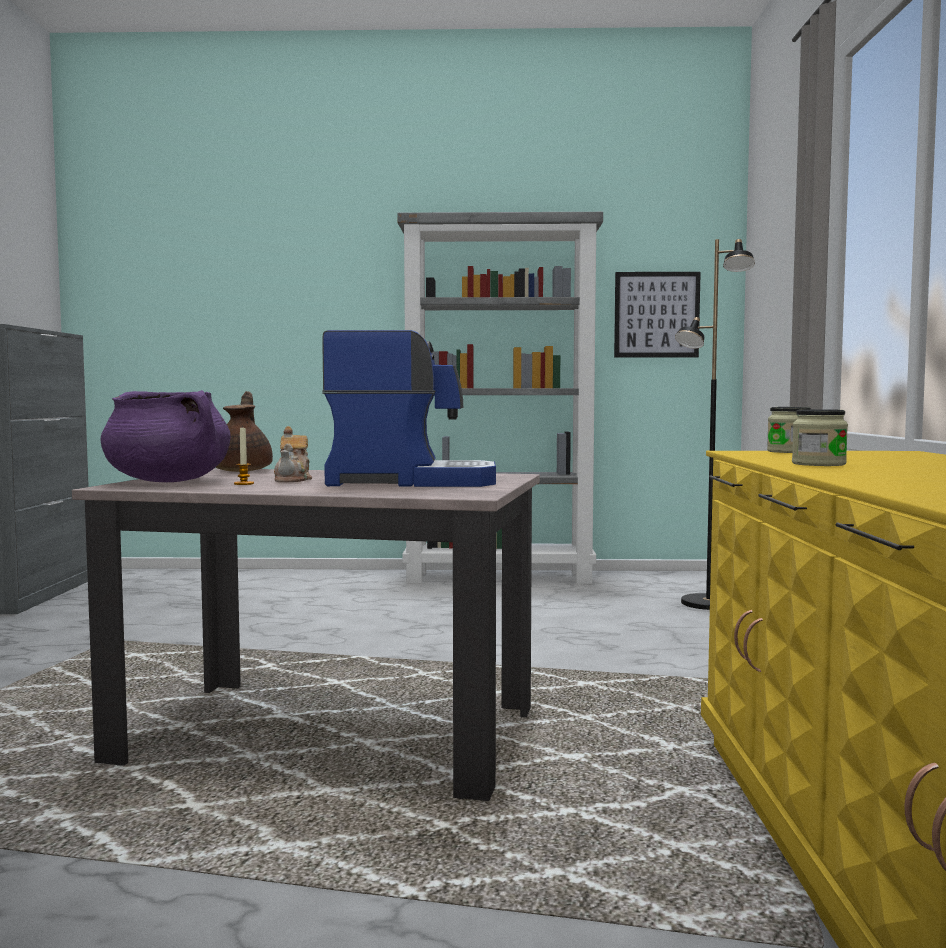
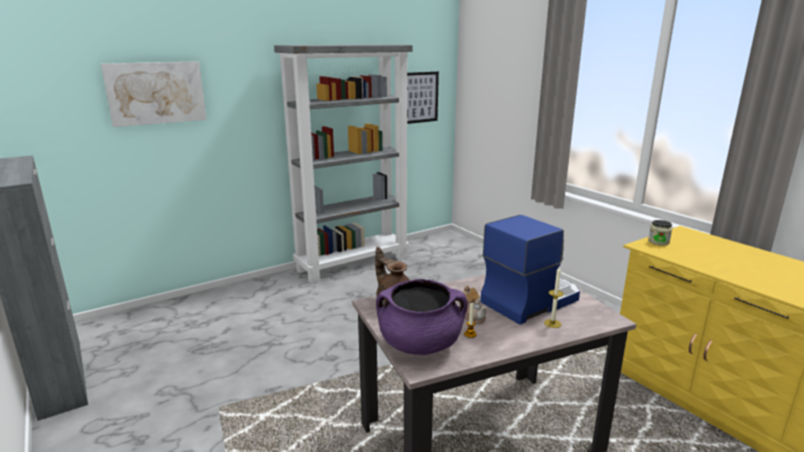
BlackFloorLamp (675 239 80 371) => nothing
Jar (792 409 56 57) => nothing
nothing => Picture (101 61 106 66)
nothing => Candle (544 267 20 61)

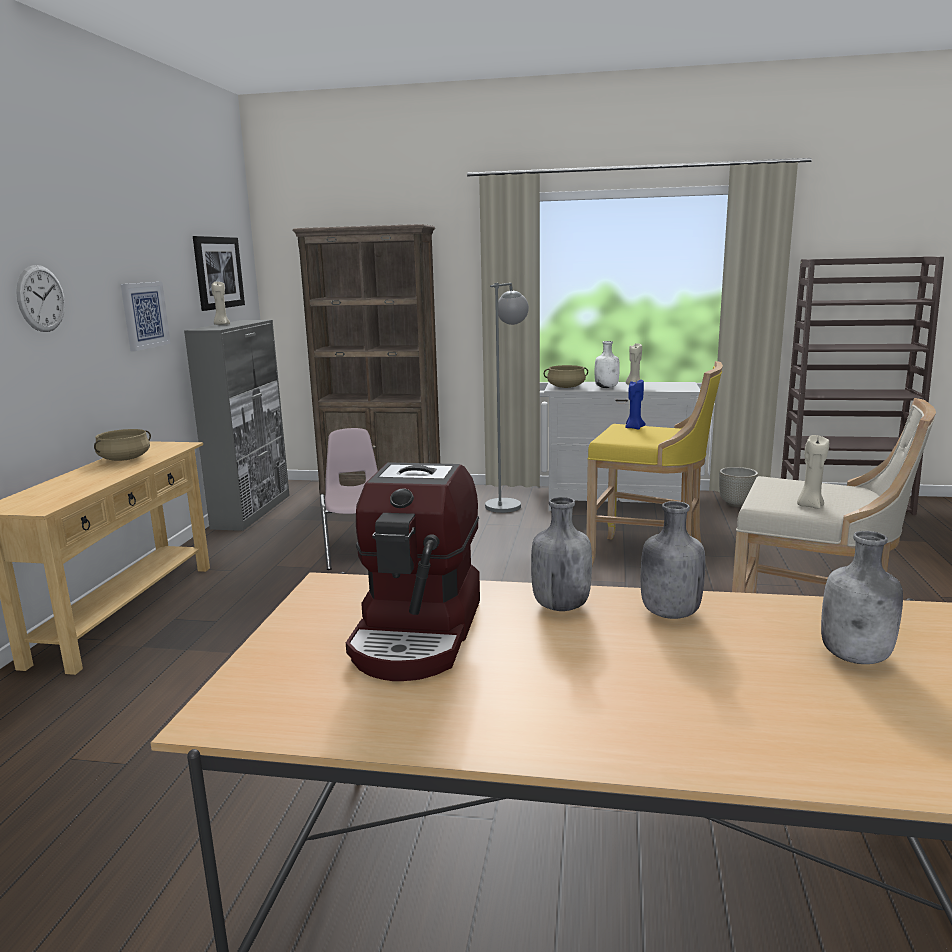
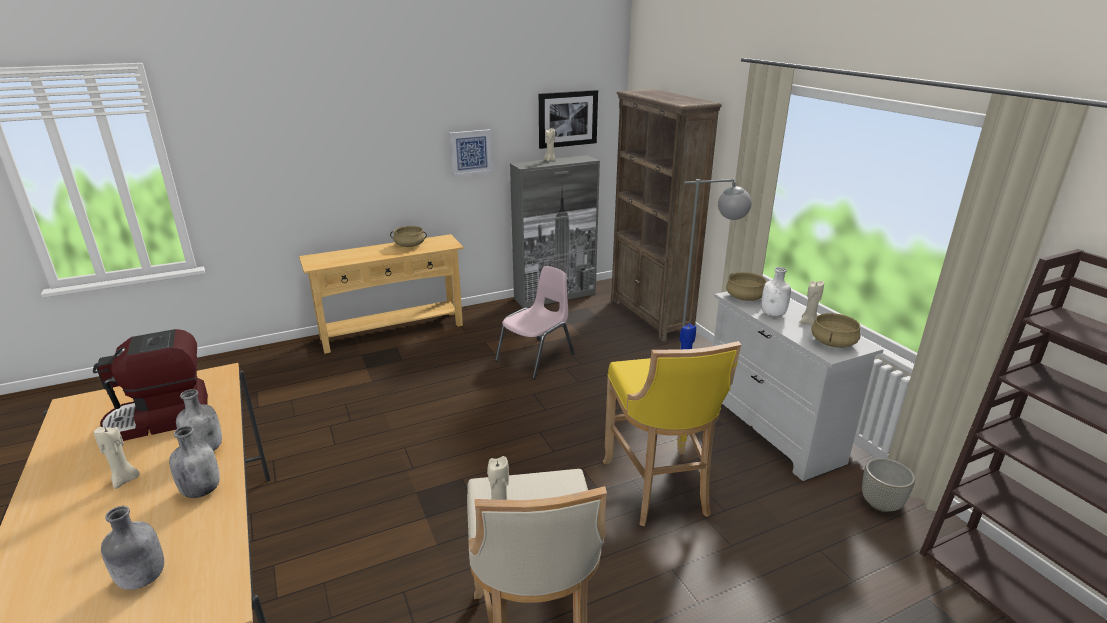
WallClock (16 265 49 67) => nothing
nothing => BeigeCandle (94 426 46 63)
nothing => BeigeCookingPot (812 313 48 35)

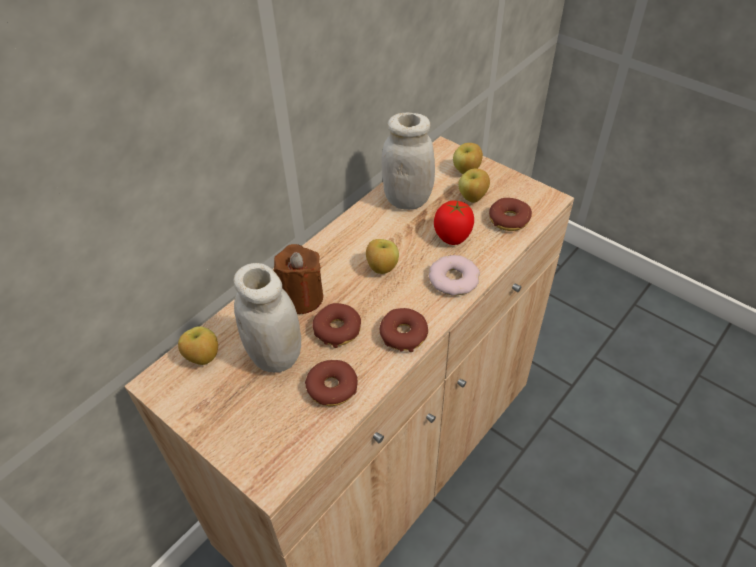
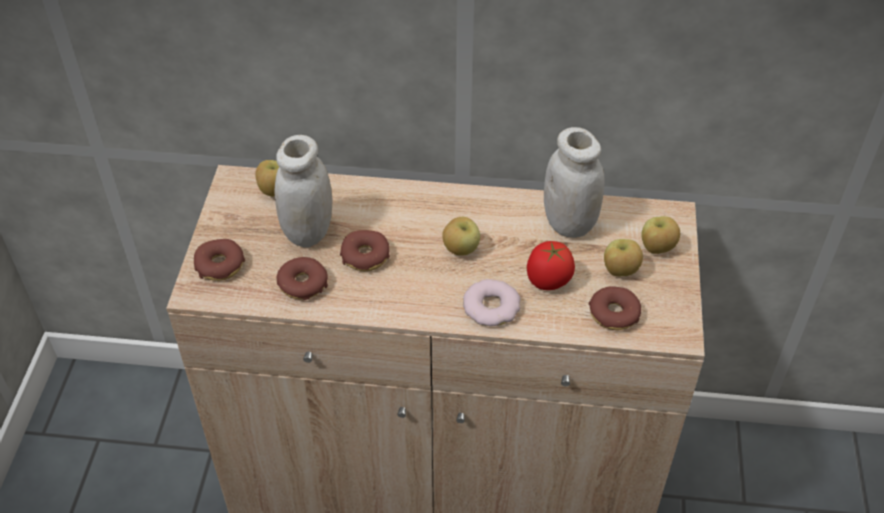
BrownCandle (273 244 50 70) => nothing
Donut (380 308 48 44) => Donut (194 239 51 42), move

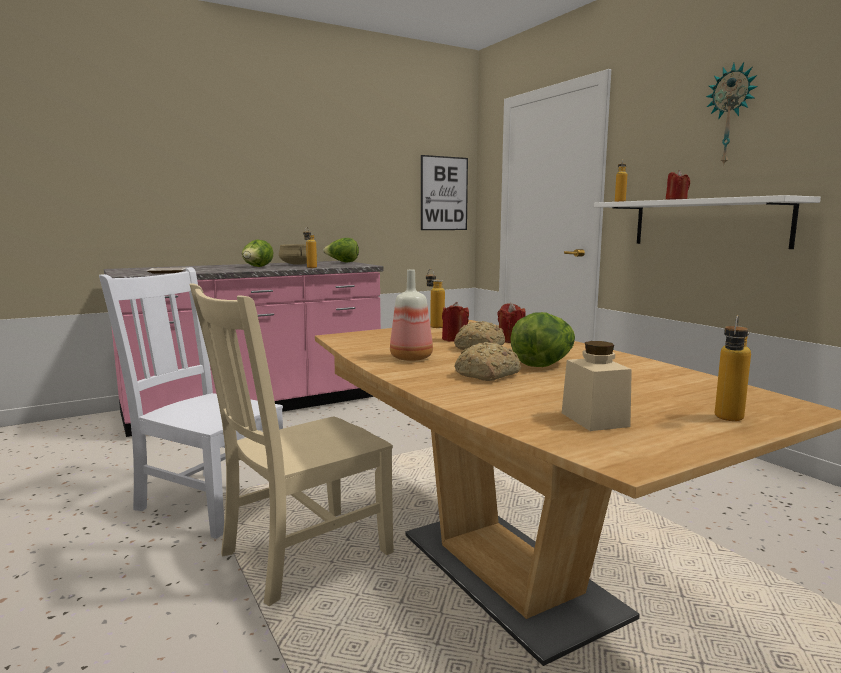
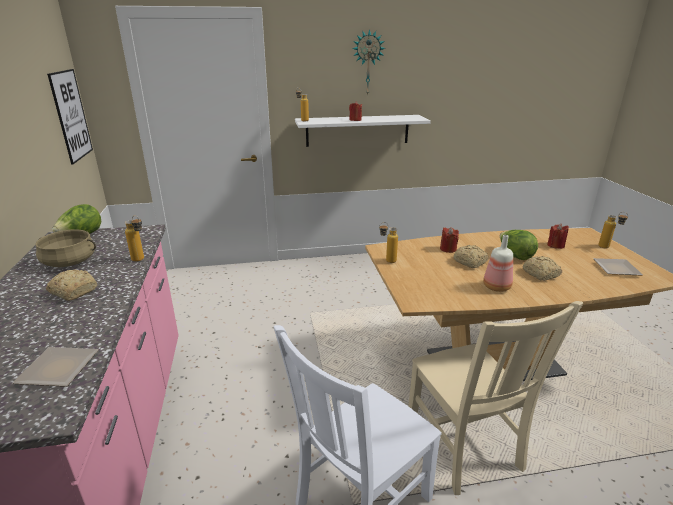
Lettuce (242 239 31 28) => Bread (46 269 51 32)
RedCandle (442 302 27 40) => RedCandle (547 223 22 26), move
BeigeJar (562 341 70 90) => Plate (593 258 50 18)

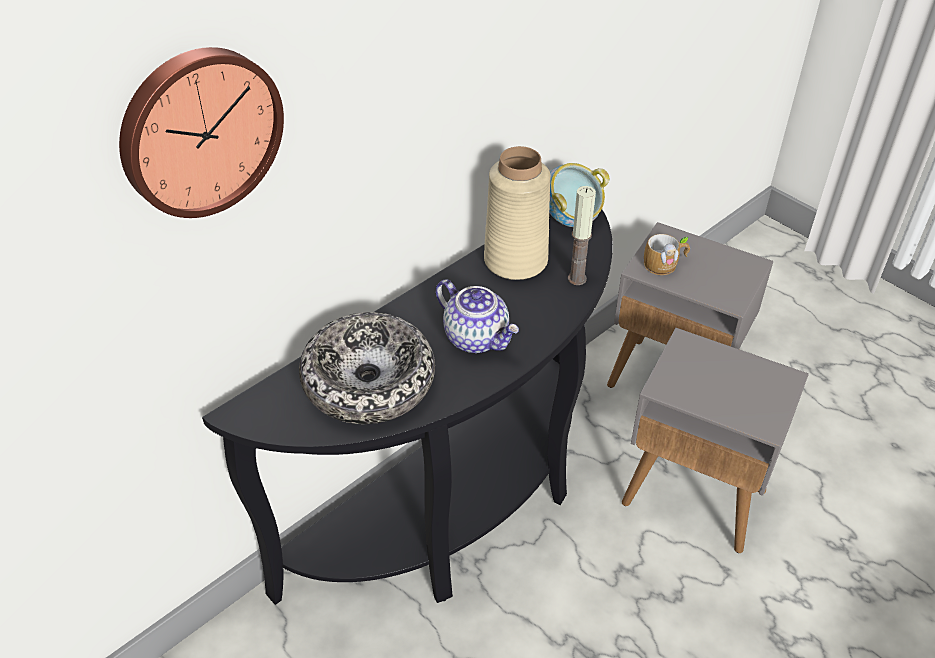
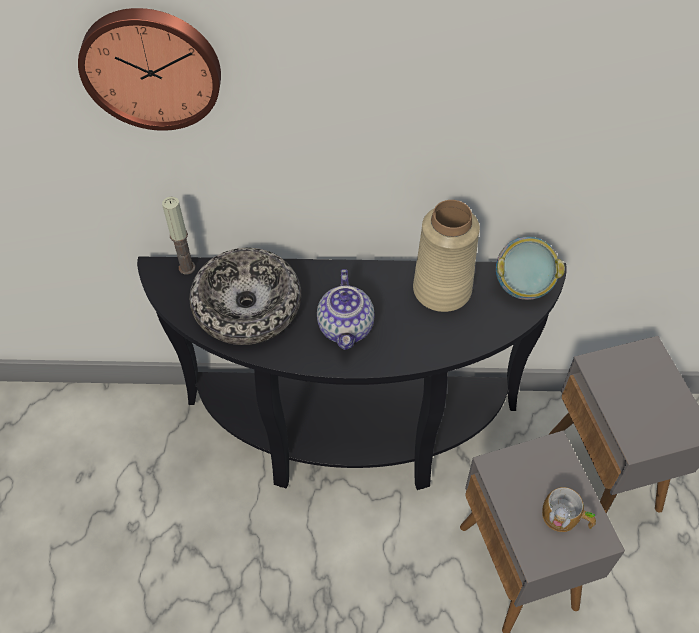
Candle (568 186 28 99) => Candle (162 197 33 77), move
Mug (644 234 46 41) => Mug (542 487 54 45), move

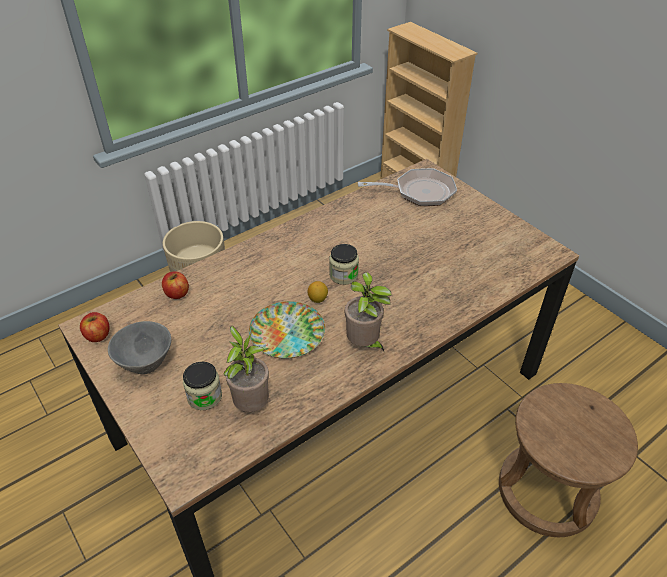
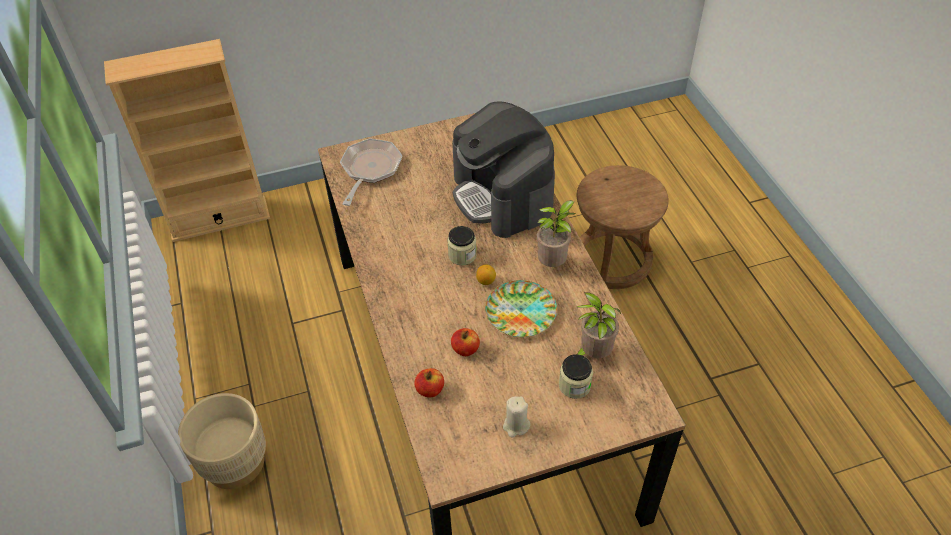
Apple (80 312 30 30) => Apple (451 328 29 28), move
GreyBowl (108 321 63 53) => BeigeCandle (503 396 27 42)
nothing => CoffeeMachine (452 102 103 136)

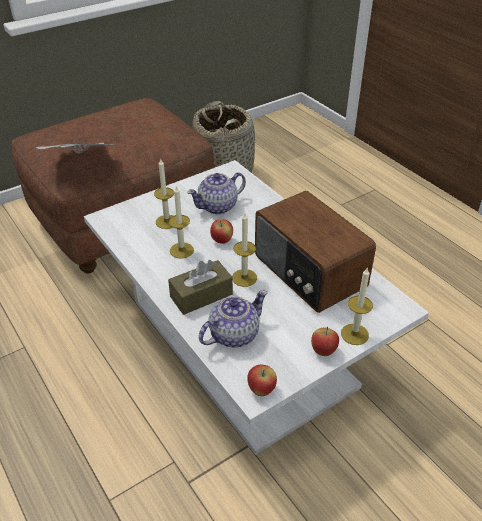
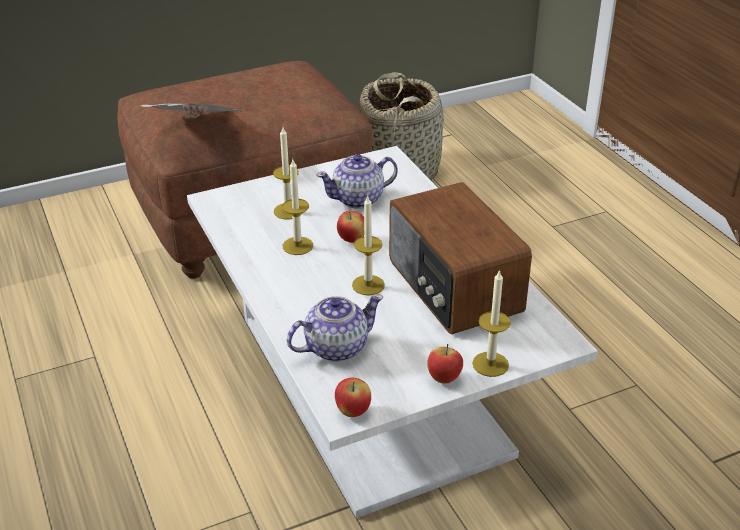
BrownTissueBox (168 260 65 55) => nothing

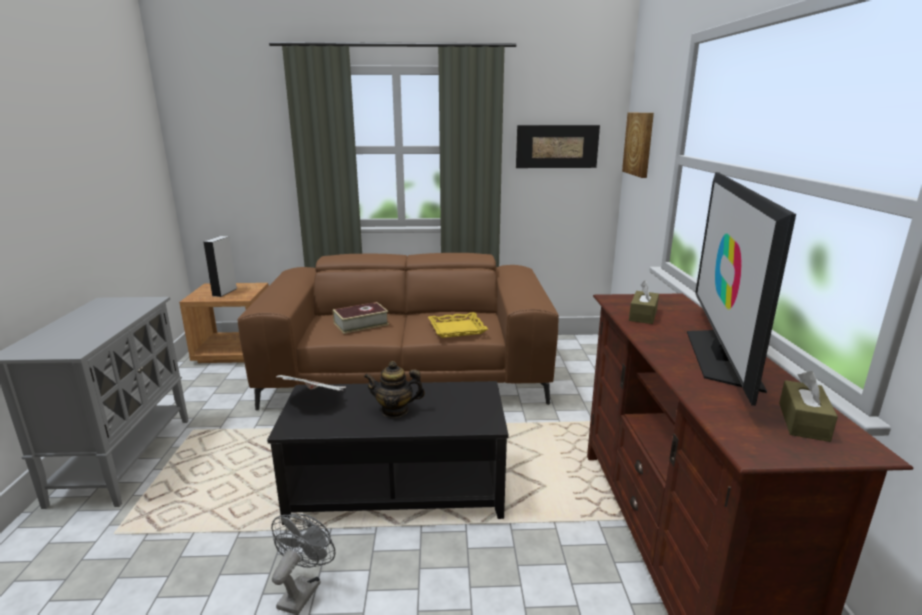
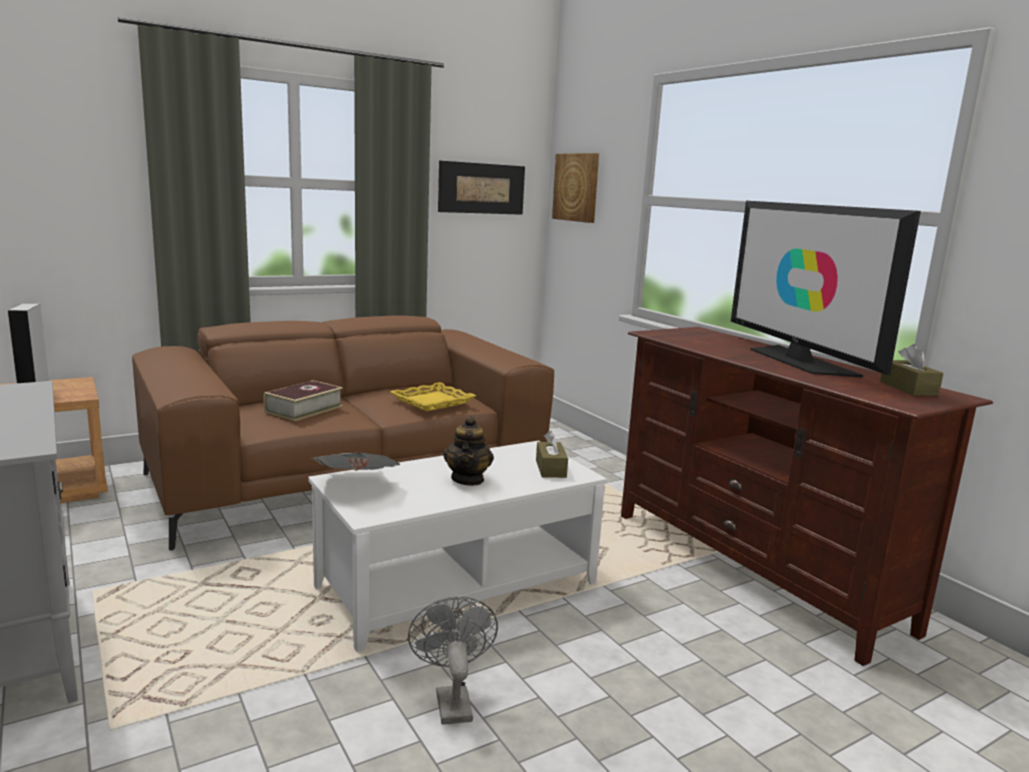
BlackCoffeeTable (267 381 241 144) => WhiteCoffeeTable (308 441 299 211)
Teapot (364 361 61 57) => Teapot (443 416 51 70), 60 degrees counterclockwise
BrownTissueBox (629 280 30 44) => BrownTissueBox (536 431 32 47), move

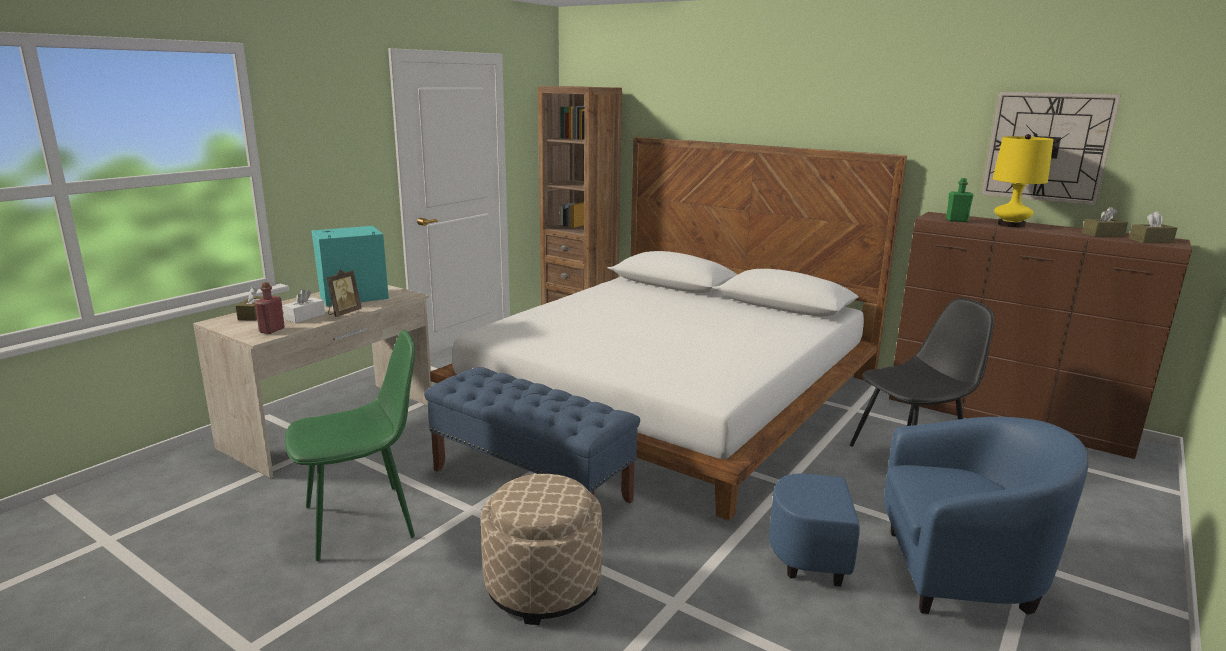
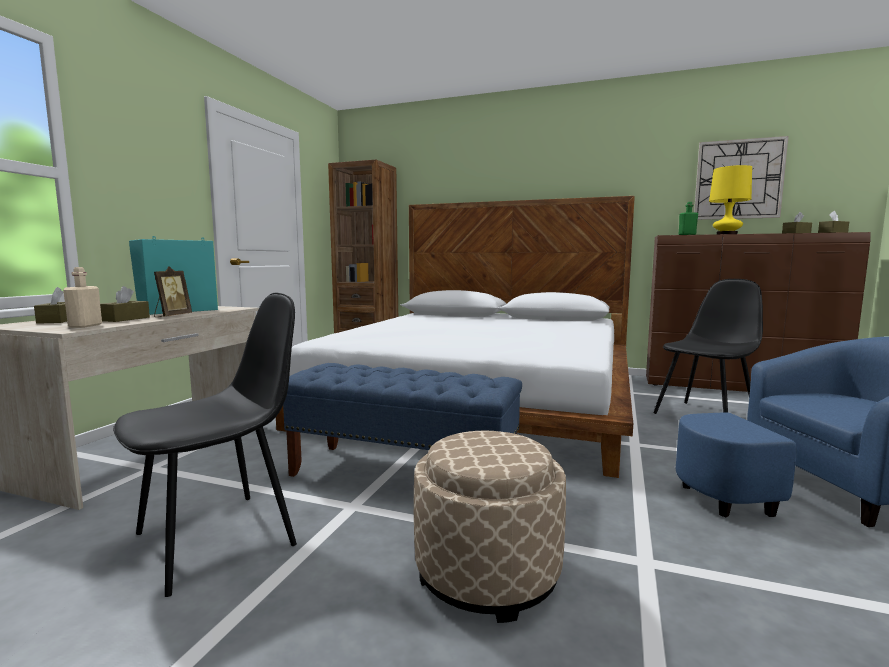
RedBottle (255 282 30 52) => BeigeBottle (63 267 39 61)
WhiteTissueBox (283 289 42 34) => BrownTissueBox (100 286 50 36)
GreenChair (285 330 130 231) => BlackChair (113 293 184 304)

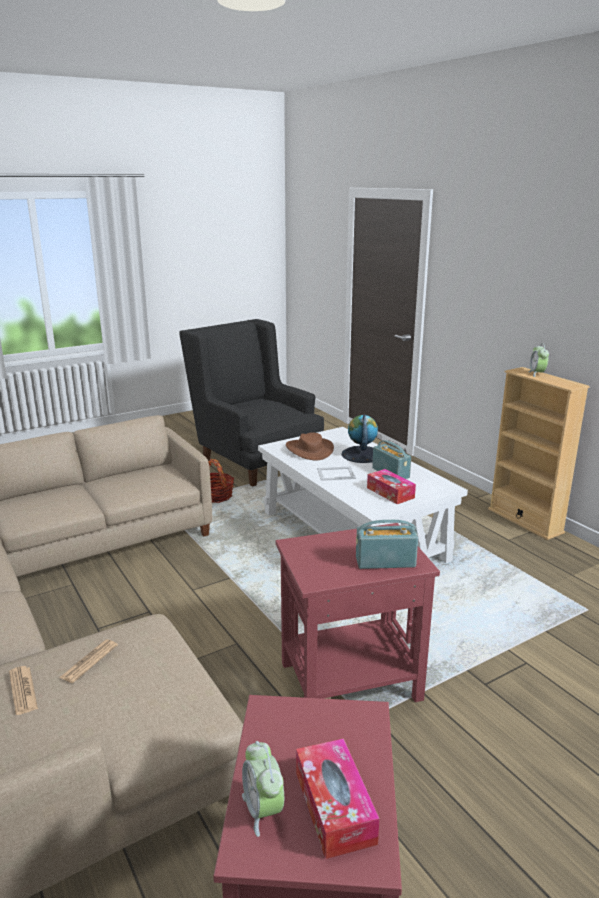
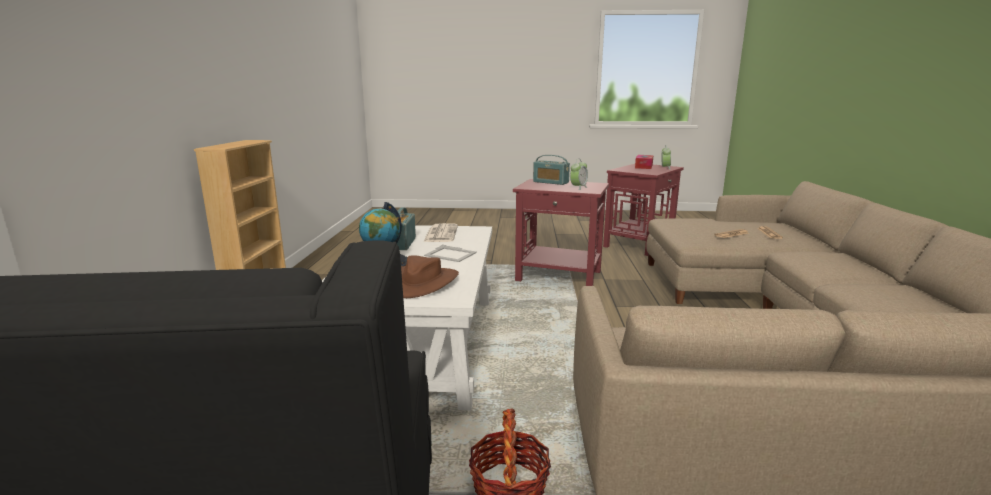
TissueBox (367 469 49 35) => Newspaper (423 223 35 19)
AlarmClock (528 343 21 34) => AlarmClock (570 159 18 31), move

